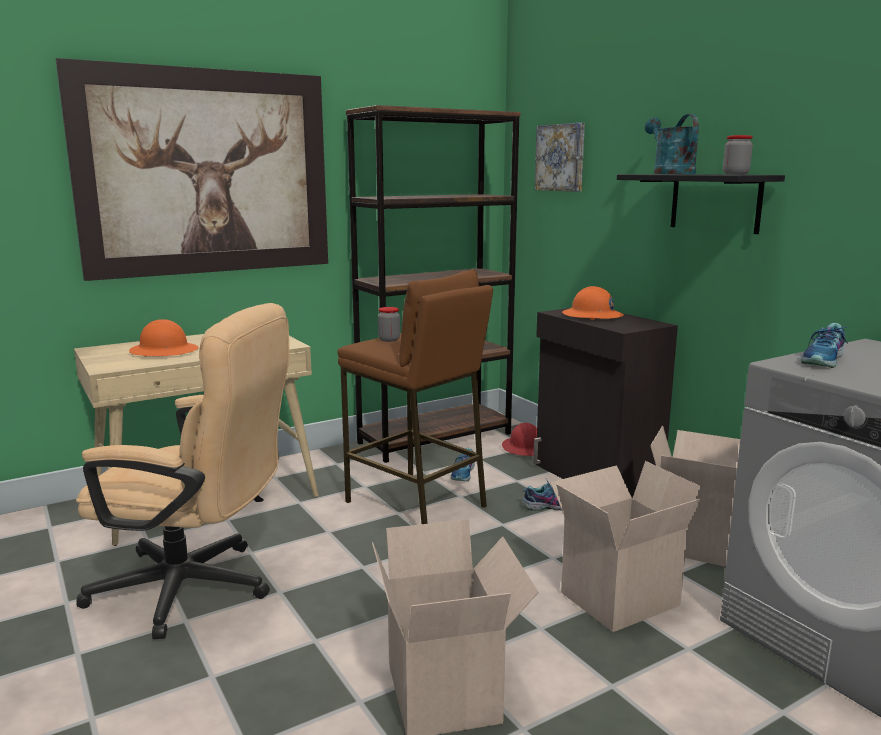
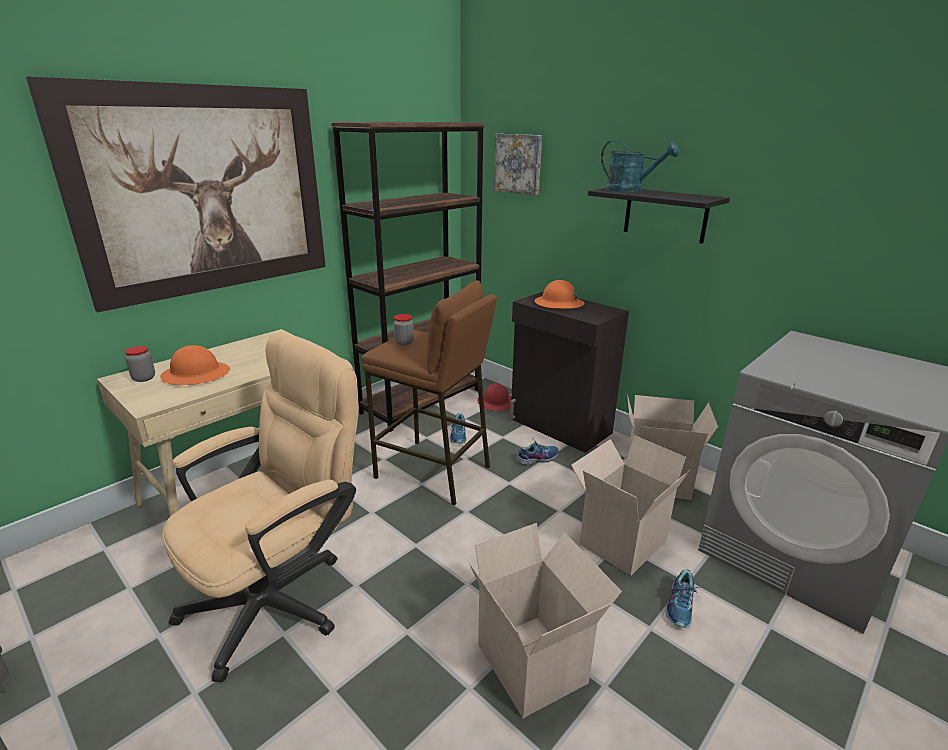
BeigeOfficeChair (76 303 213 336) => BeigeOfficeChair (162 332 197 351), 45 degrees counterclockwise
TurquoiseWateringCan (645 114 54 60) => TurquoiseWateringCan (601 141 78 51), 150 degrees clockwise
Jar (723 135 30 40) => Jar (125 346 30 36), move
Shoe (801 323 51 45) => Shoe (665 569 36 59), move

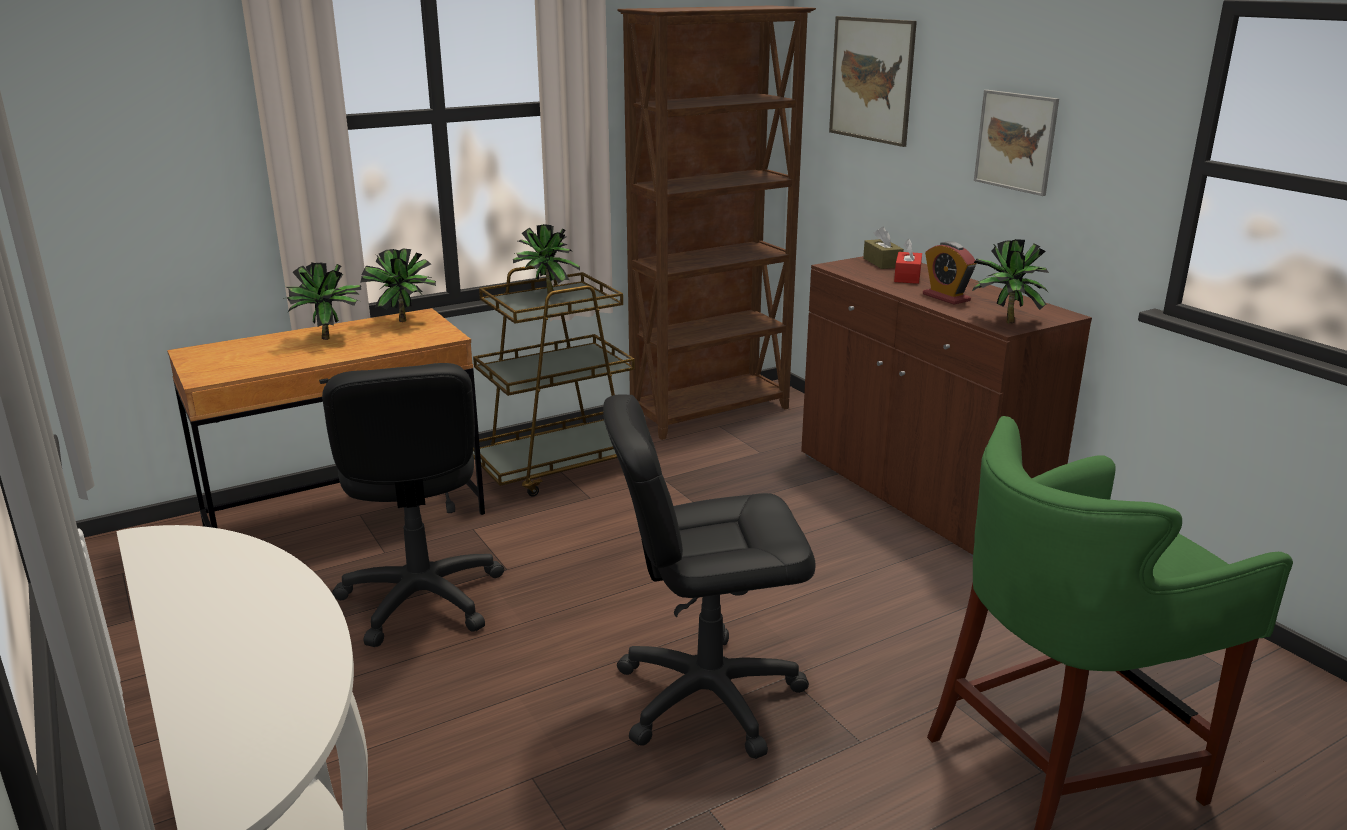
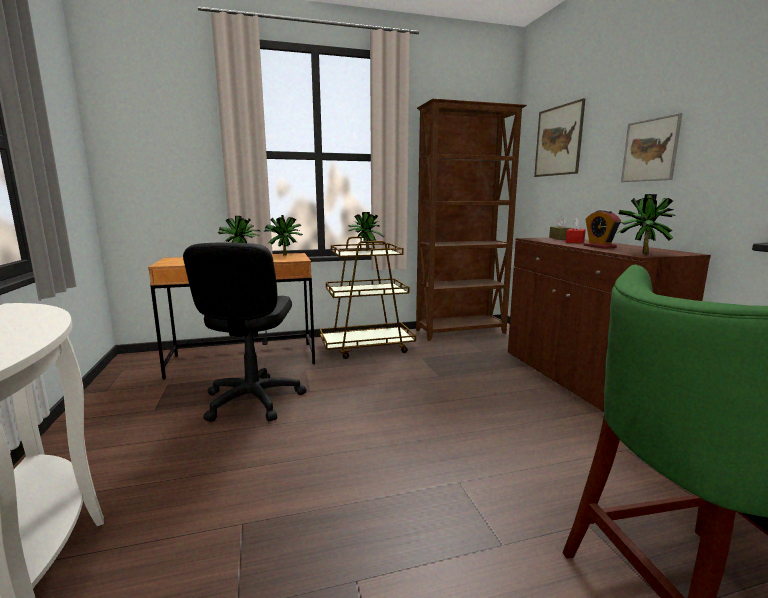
BlackOfficeChair (603 394 212 365) => nothing

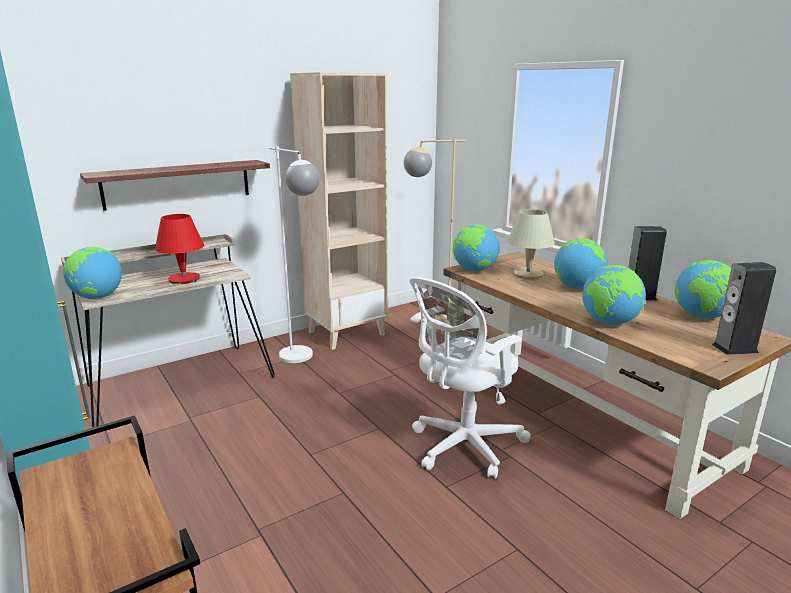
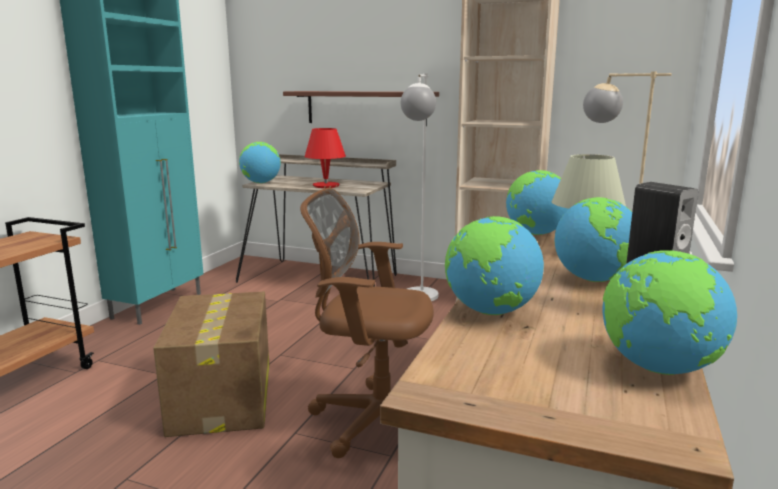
WhiteOfficeChair (409 277 122 202) => BrownOfficeChair (300 188 134 270)
Speaker (712 262 64 93) => nothing
nothing => CardboardBox (153 292 116 145)

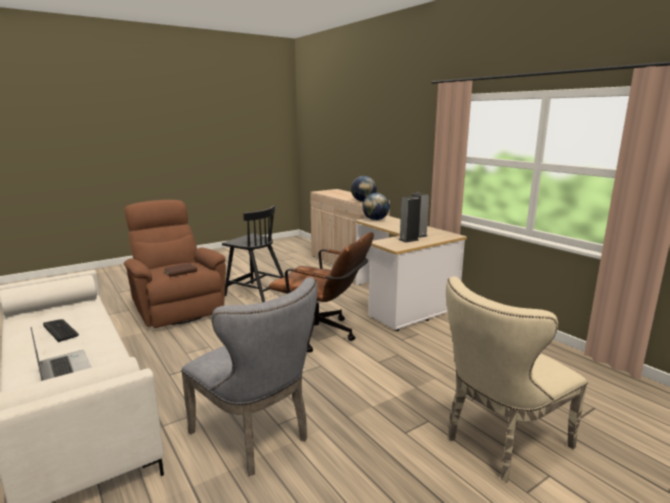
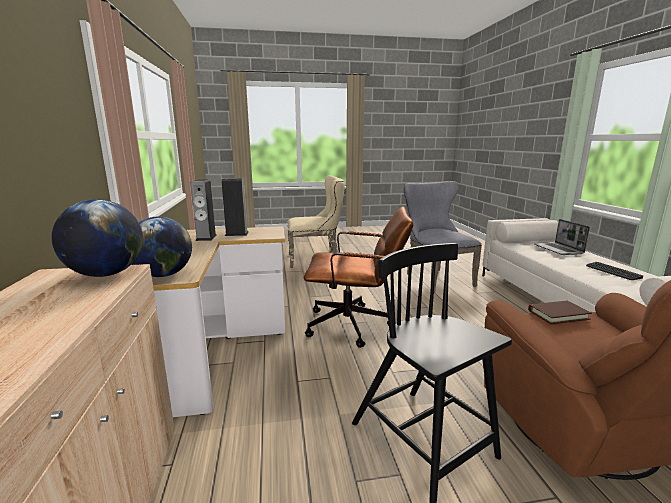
BrownOfficeChair (269 232 105 120) => BrownOfficeChair (304 207 109 141), 135 degrees clockwise

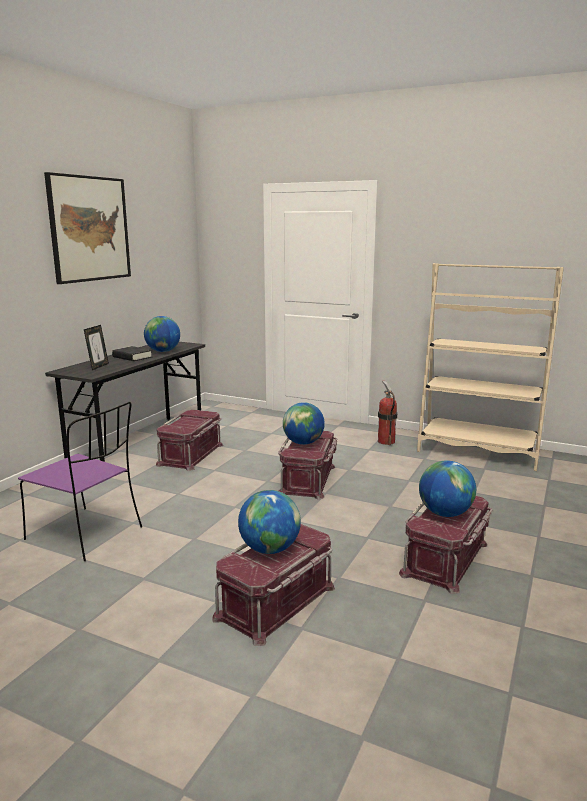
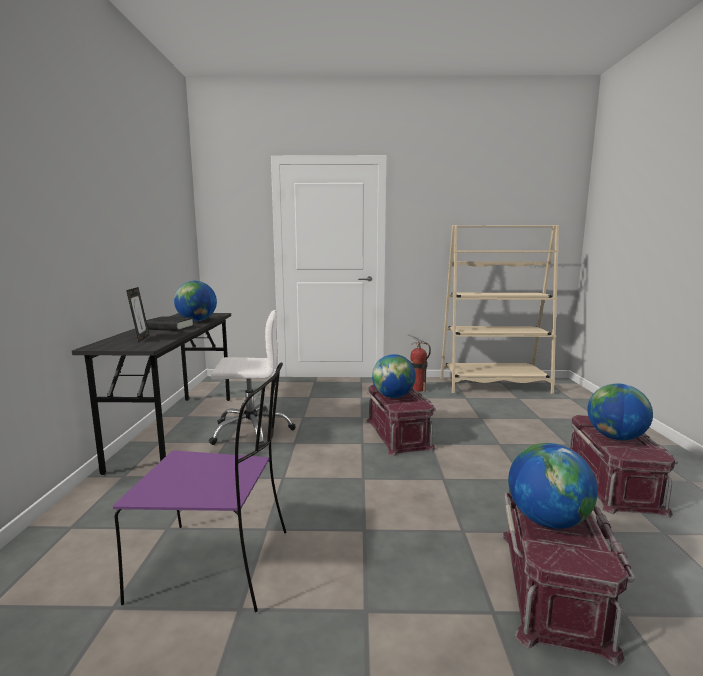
Picture (44 172 87 112) => nothing
RedStorageBox (156 410 67 61) => WhiteOfficeChair (209 310 87 138)

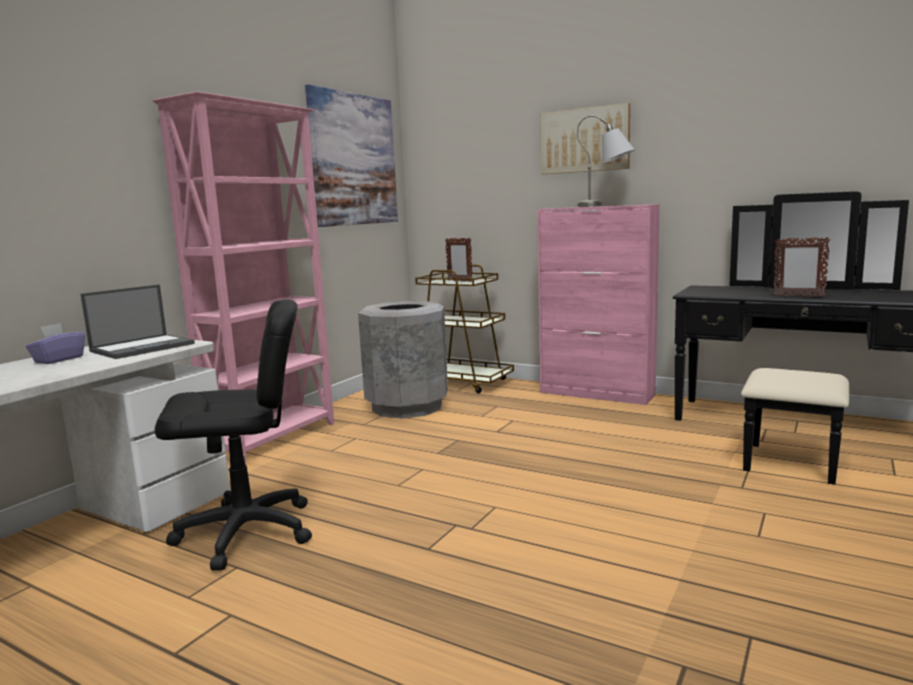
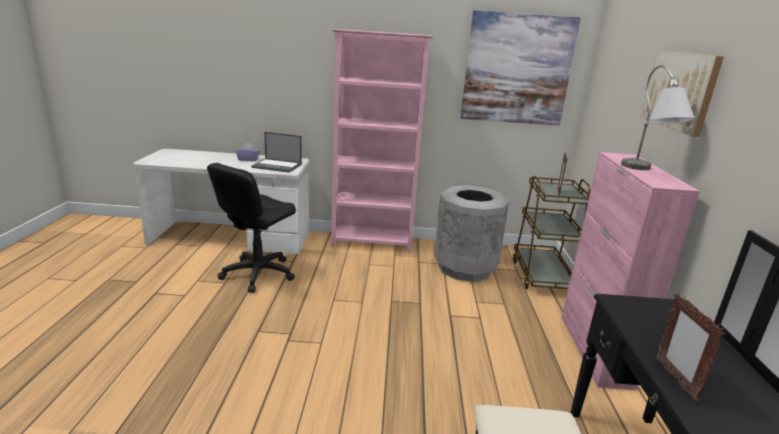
BlackOfficeChair (155 299 157 272) => BlackOfficeChair (207 163 89 130), 75 degrees clockwise

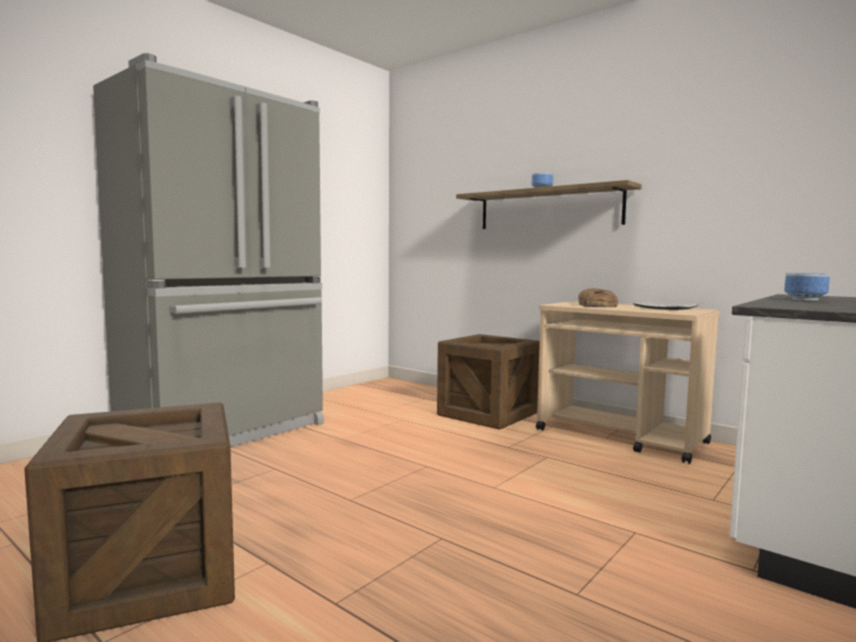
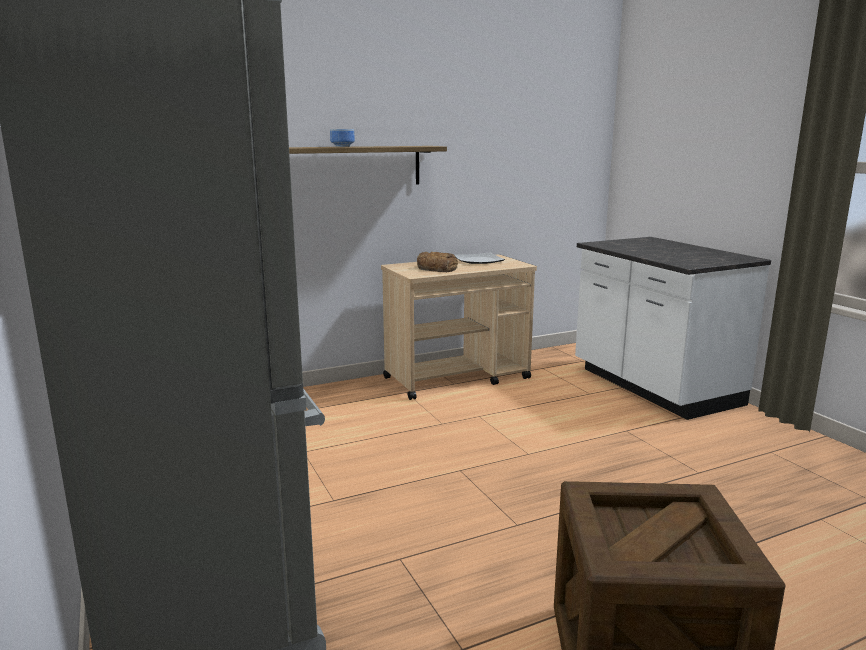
Crate (437 334 103 96) => nothing
Bowl (784 273 46 27) => nothing

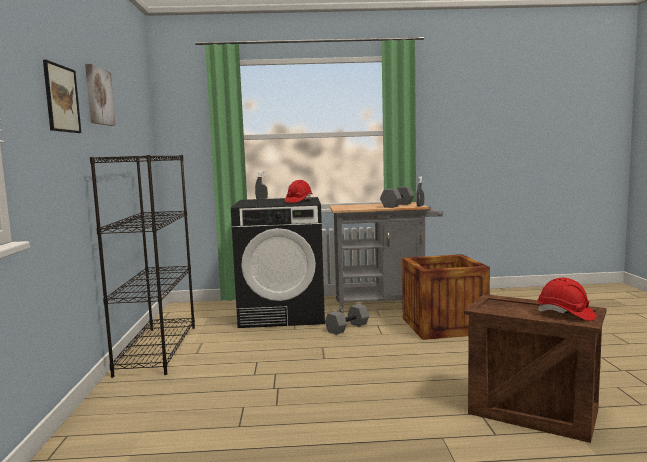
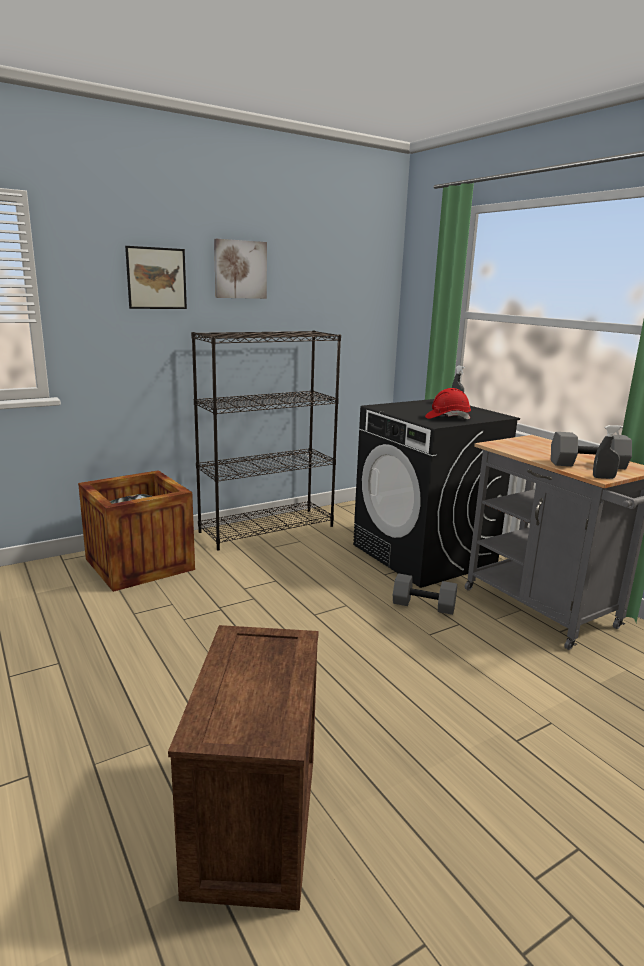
Crate (402 254 88 86) => Crate (78 470 117 122), move
RedHardHat (538 278 59 43) => nothing

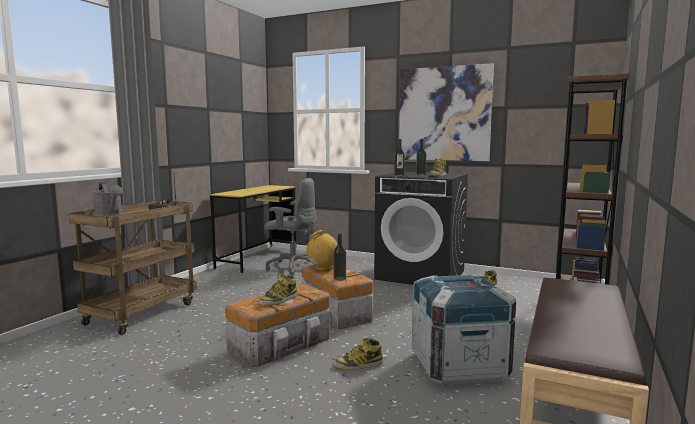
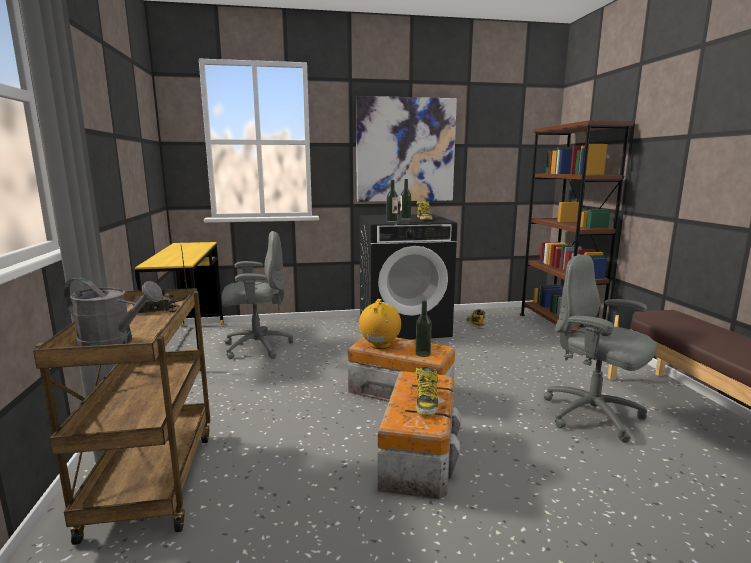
Boot (333 337 50 33) => nothing
Crate (412 274 104 112) => GreyOfficeChair (544 255 113 188)

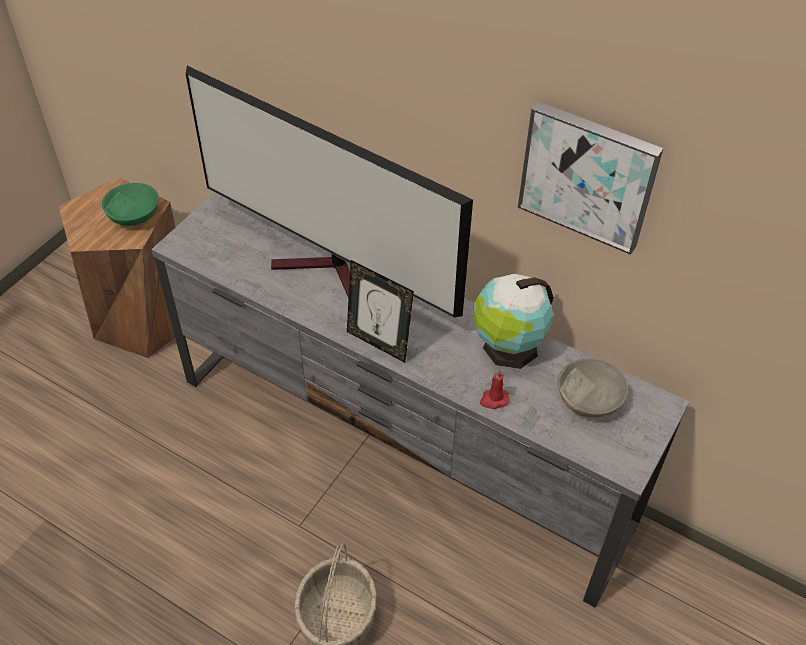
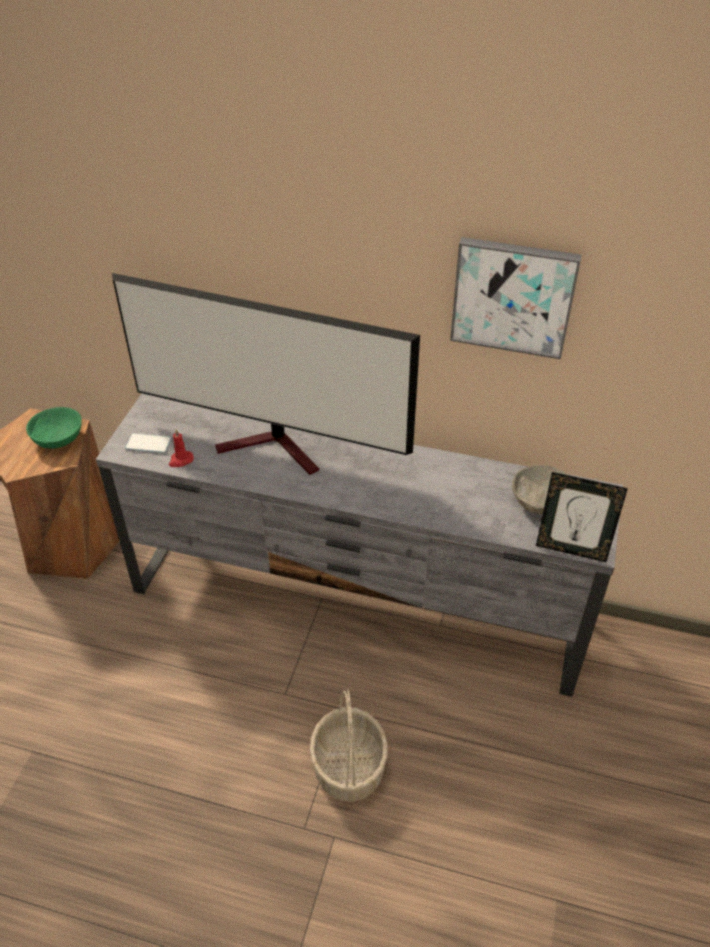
PictureFrame (347 260 67 103) => PictureFrame (536 472 92 90), move
Globe (473 274 81 95) => nothing
RedCandle (480 370 29 39) => RedCandle (169 429 25 38), move
nothing => Phone (125 433 46 20)

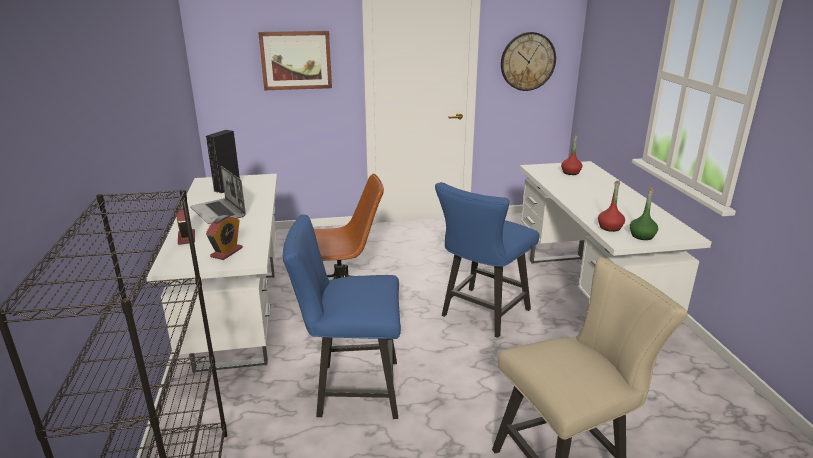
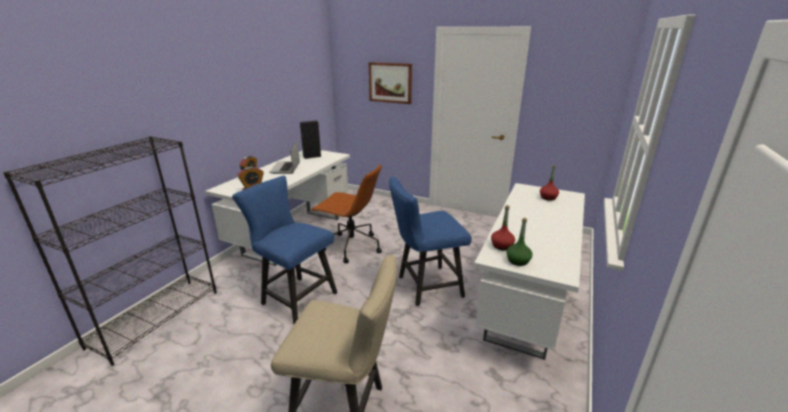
WallClock (501 32 55 59) => nothing

